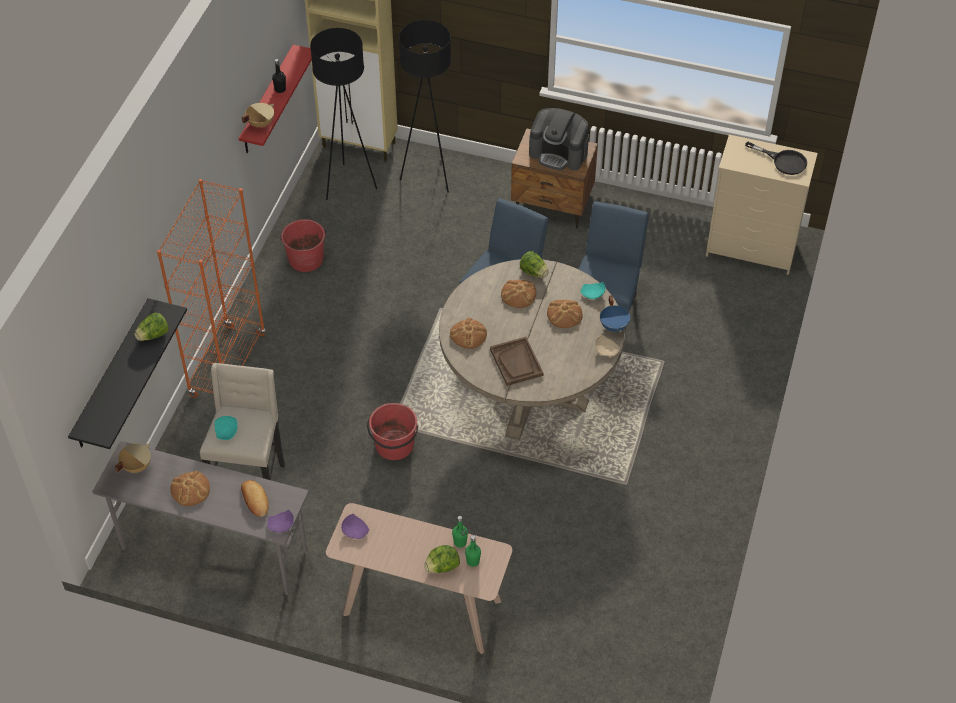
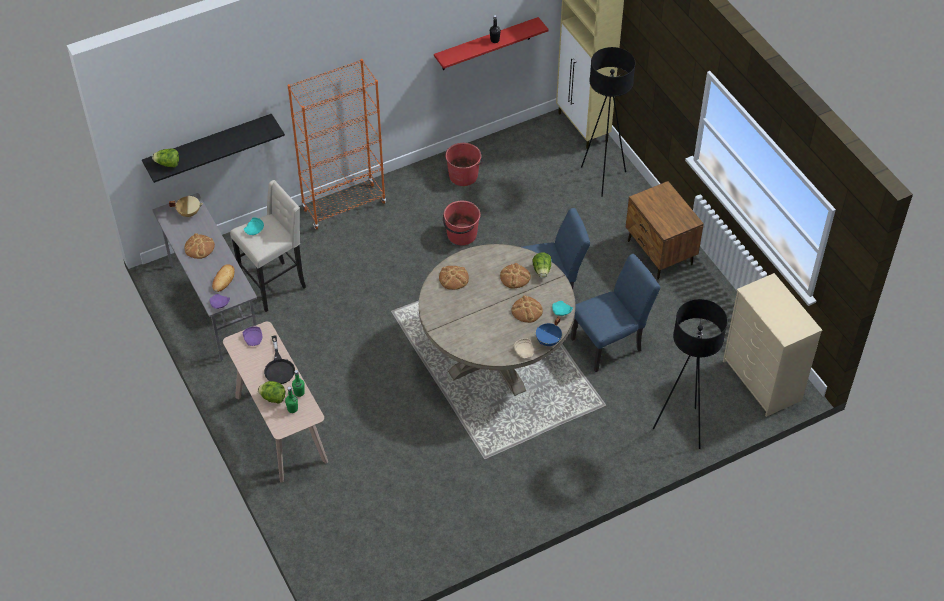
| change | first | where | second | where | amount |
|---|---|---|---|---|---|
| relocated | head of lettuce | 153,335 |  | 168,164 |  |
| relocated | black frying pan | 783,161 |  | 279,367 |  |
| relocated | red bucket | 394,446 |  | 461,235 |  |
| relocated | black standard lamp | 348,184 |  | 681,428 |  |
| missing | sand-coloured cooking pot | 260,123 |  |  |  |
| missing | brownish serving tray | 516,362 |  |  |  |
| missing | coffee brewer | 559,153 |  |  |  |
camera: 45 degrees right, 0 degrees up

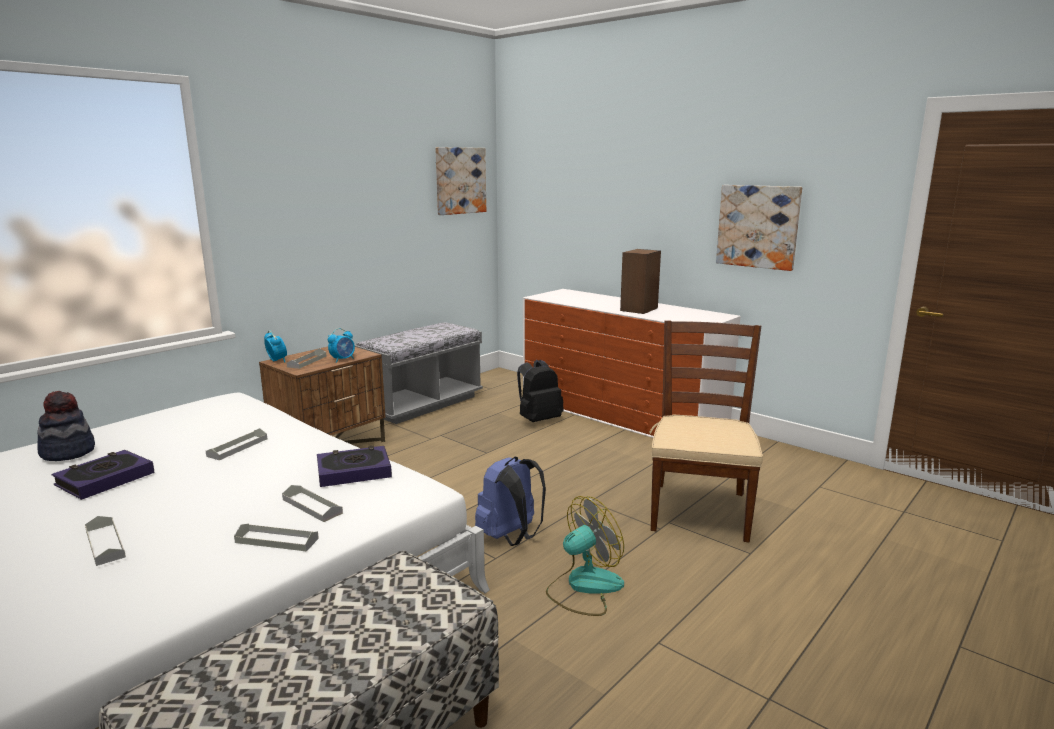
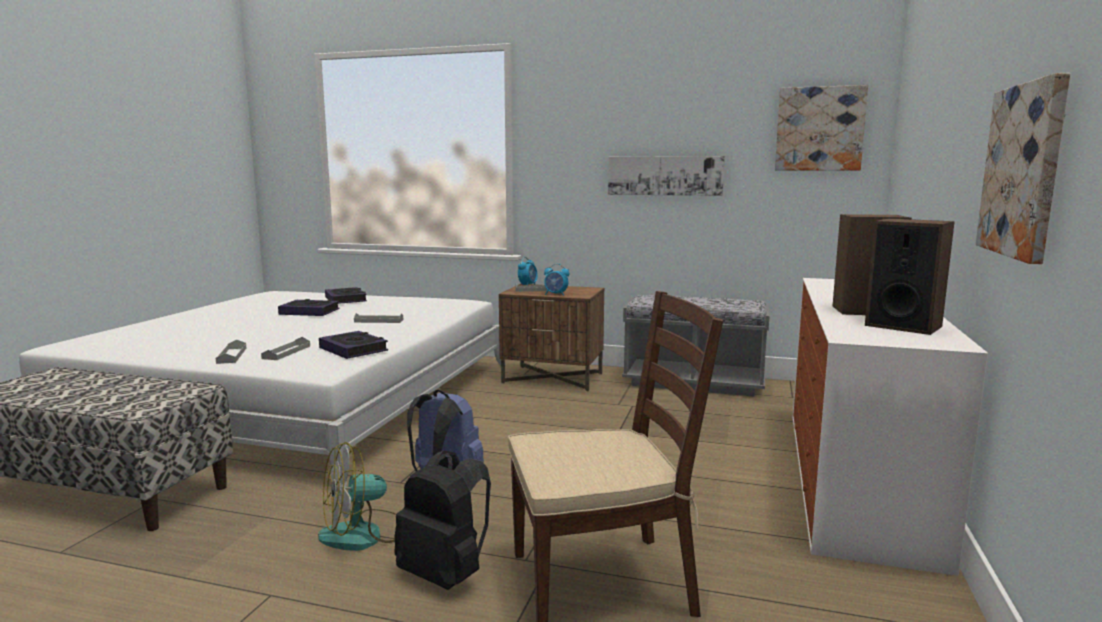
| change | first | where | second | where | amount |
|---|---|---|---|---|---|
| spun | cooling fan | 584,587 |  | 365,534 | 120 degrees clockwise |
| exchanged | hat | 68,452 | volume | 346,299 |  |
| relocated | black backpack | 538,420 |  | 446,574 |  |
| appeared |  |  | wall picture | 665,175 |  |
| appeared |  |  | loudspeaker | 903,326 |  |
| missing | gray serving tray | 105,544 |  |  |  |
camera: 65 degrees right, 5 degrees down

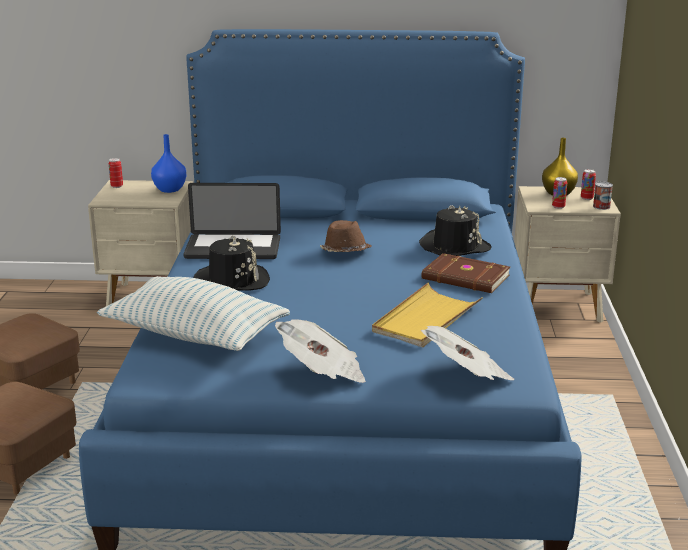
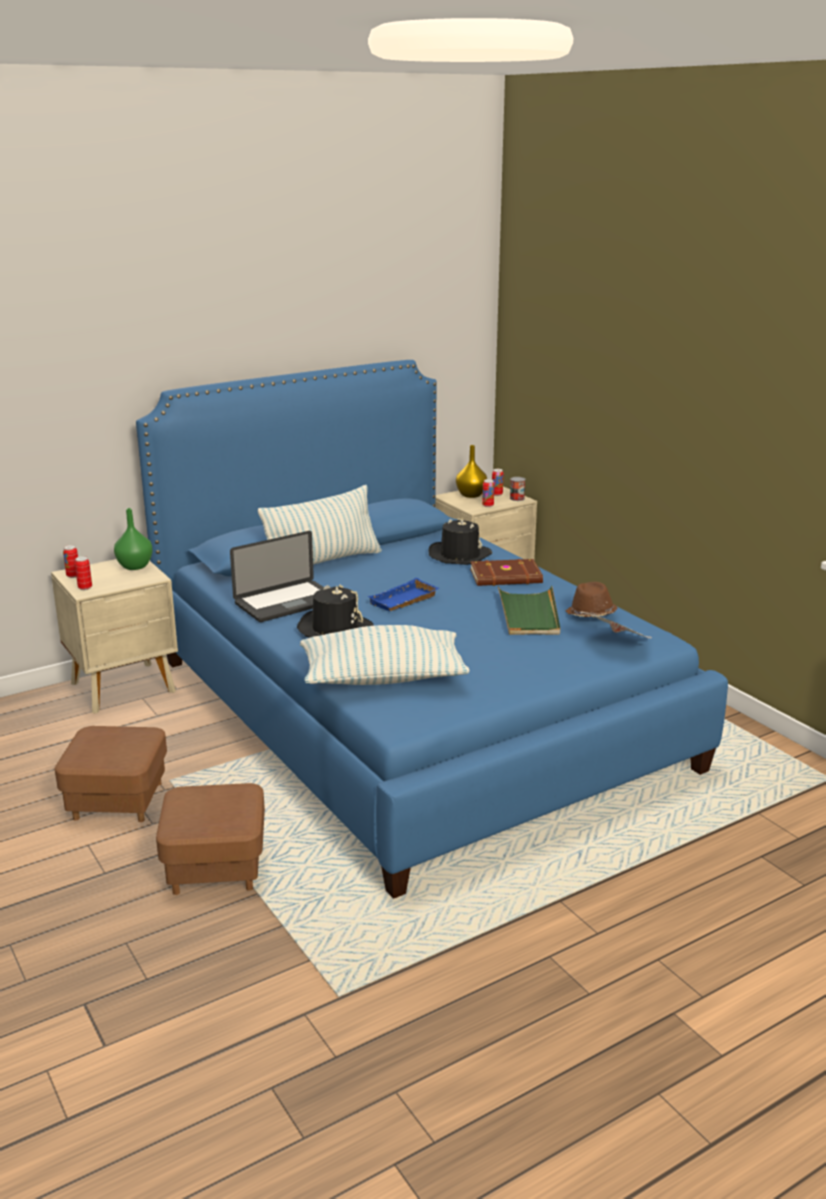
| change | first | where | second | where | amount |
|---|---|---|---|---|---|
| appeared |  |  | sealed can | 85,588 |  |
| colour | blue-coloured flower vase | 169,189 | greenish flower vase | 134,566 |  |
| appeared |  |  | pillow | 323,563 |  |
| appeared |  |  | blue-coloured serving tray | 404,601 |  |
| colour | yellow-coloured serving tray | 426,319 | greenish serving tray | 529,614 |  |
| relocated | brownish hat | 345,252 |  | 590,615 |  |
| missing | daily paper | 322,372 |  |  |  |
camera: 35 degrees left, 0 degrees up

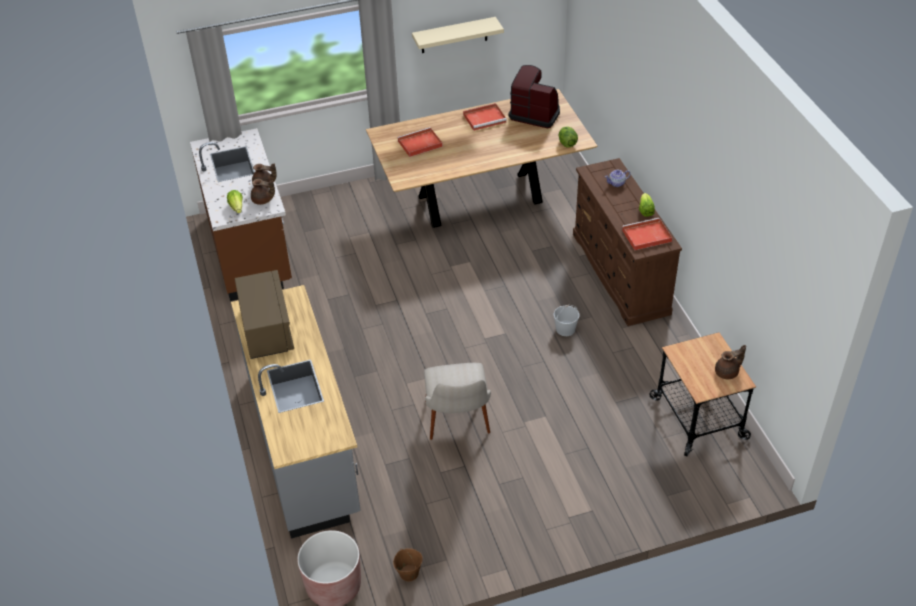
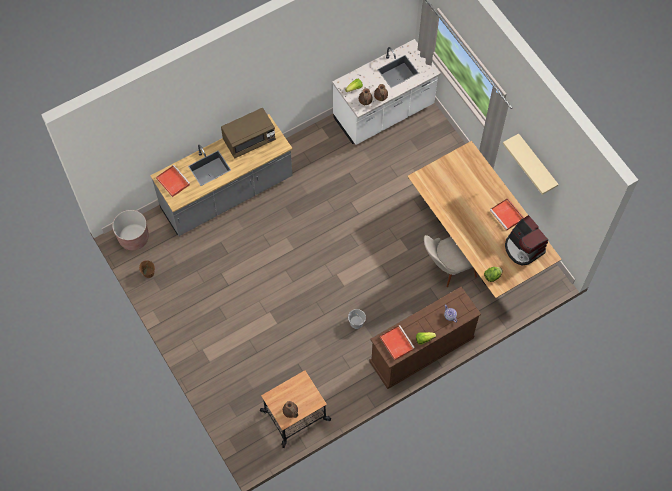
| change | first | where | second | where | amount |
|---|---|---|---|---|---|
| relocated | red serving tray | 419,144 |  | 172,181 |  |
| colour | brownish kitchen counter | 250,249 | whitish kitchen counter | 384,113 |  |
| relocated | sand-coloured plain chair | 458,426 |  | 446,268 |  |
| spun | coffee brewer | 535,113 |  | 523,248 | 135 degrees clockwise |
camera: 75 degrees right, 20 degrees up

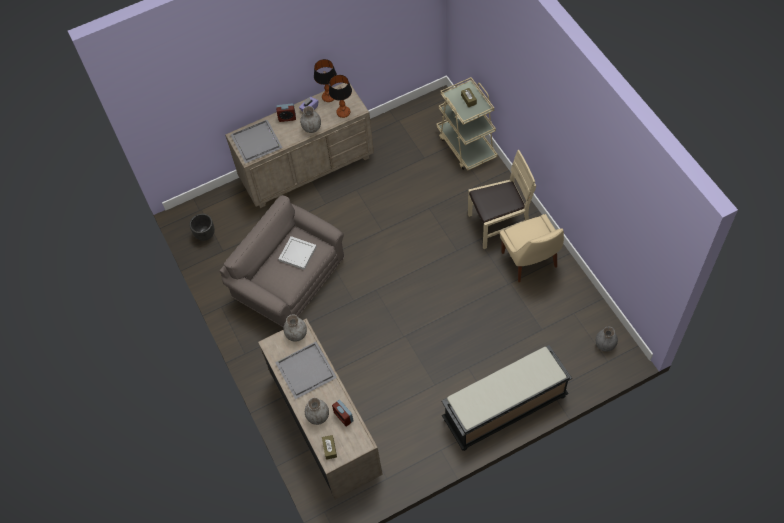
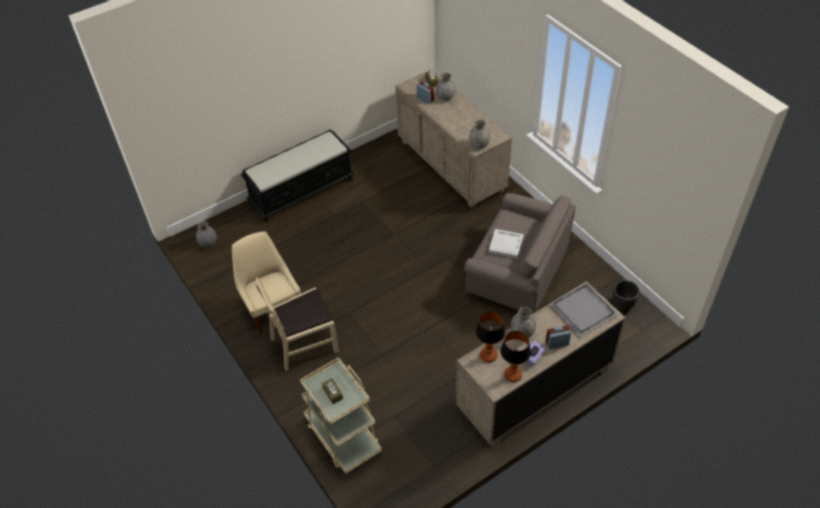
| change | first | where | second | where | amount |
|---|---|---|---|---|---|
| missing | gray serving tray | 305,372 |  |  |  |
camera: 170 degrees right, 10 degrees down

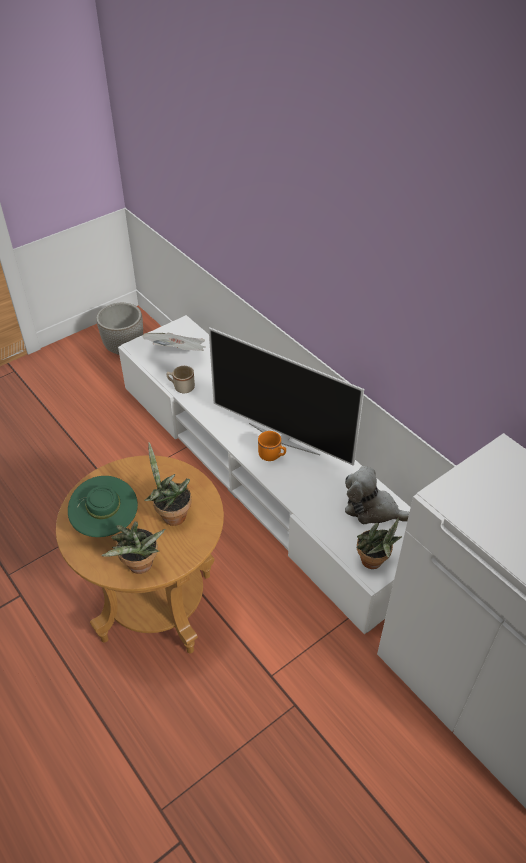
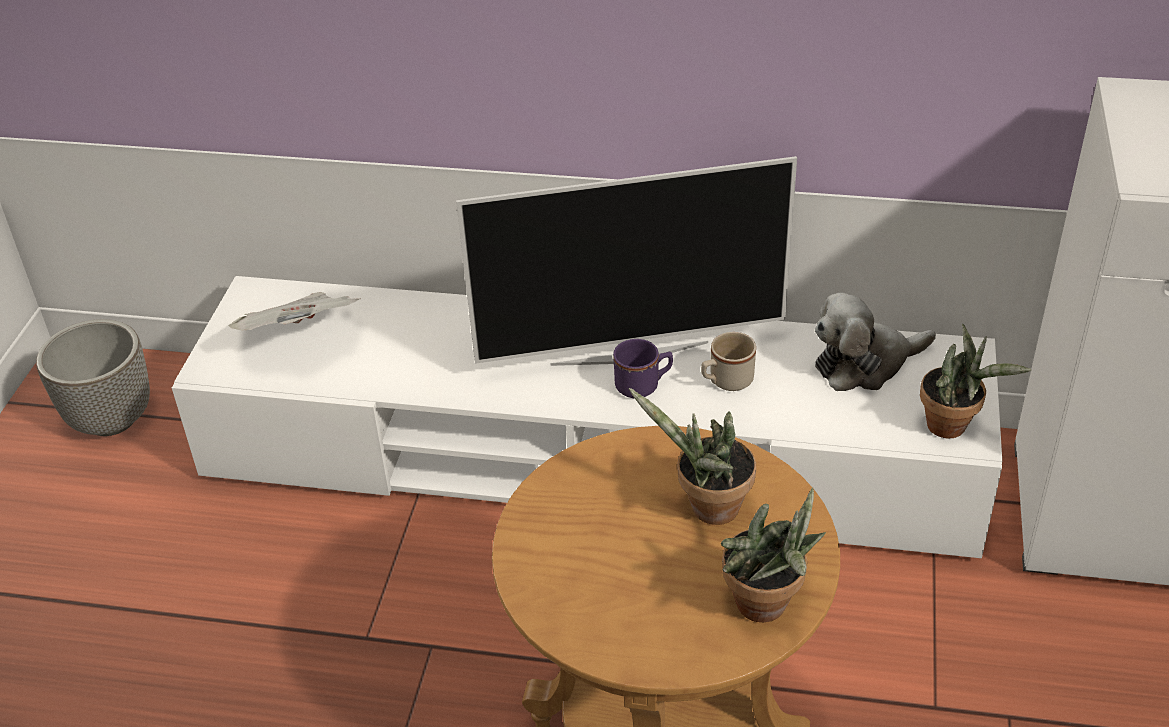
| change | first | where | second | where | amount |
|---|---|---|---|---|---|
| colour | orange-coloured mug | 272,456 | purplish mug | 643,385 |  |
| relocated | sand-coloured mug | 181,387 |  | 726,382 |  |
| missing | greenish hat | 106,523 |  |  |  |
camera: 40 degrees left, 5 degrees down

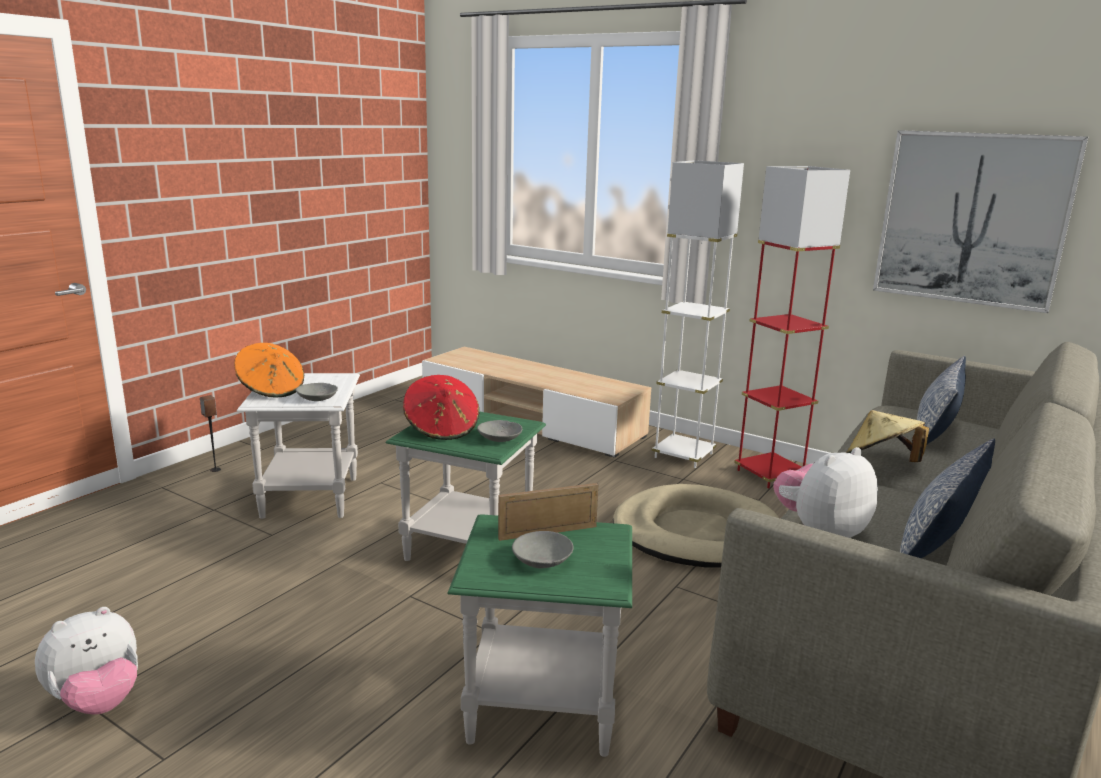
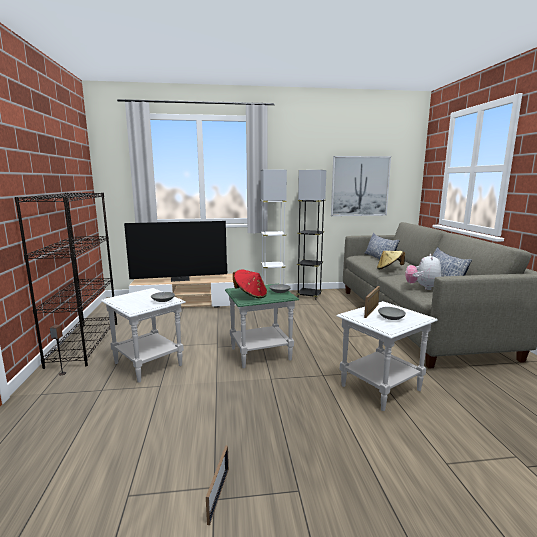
| change | first | where | second | where | amount |
|---|---|---|---|---|---|
| appeared |  |  | black bookshelf | 84,343 |  |
| appeared |  |  | TV | 180,279 |  |
| exchanged | soft toy | 97,701 | photo frame | 218,495 |  |
| colour | red standard lamp | 769,475 | gray standard lamp | 309,295 |  |
| colour | greenish end table | 544,707 | whitish end table | 381,387 |  |
| missing | orange-coloured hat | 271,390 |  |  |  |
| missing | sand-coloured dog cushion | 695,533 |  |  |  |
camera: 40 degrees left, 5 degrees down

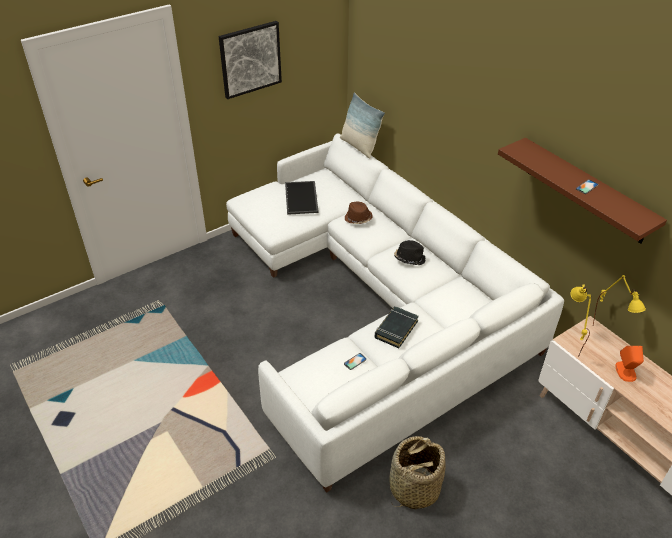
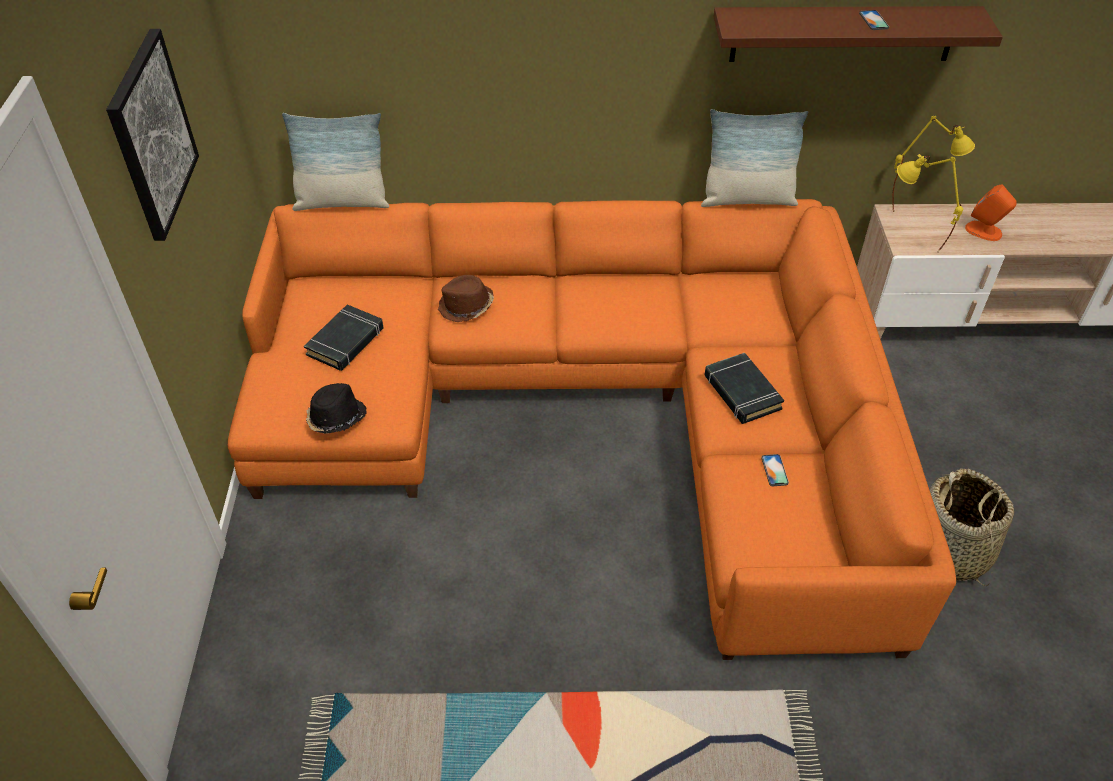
| change | first | where | second | where | amount |
|---|---|---|---|---|---|
| colour | whitish sofa | 375,306 | orange-coloured sofa | 592,408 |  |
| exchanged | serving tray | 302,198 | black volume | 346,342 |  |
| relocated | black hat | 409,258 |  | 336,418 |  |
| appeared |  |  | pillow | 747,199 |  |
camera: 55 degrees left, 5 degrees up

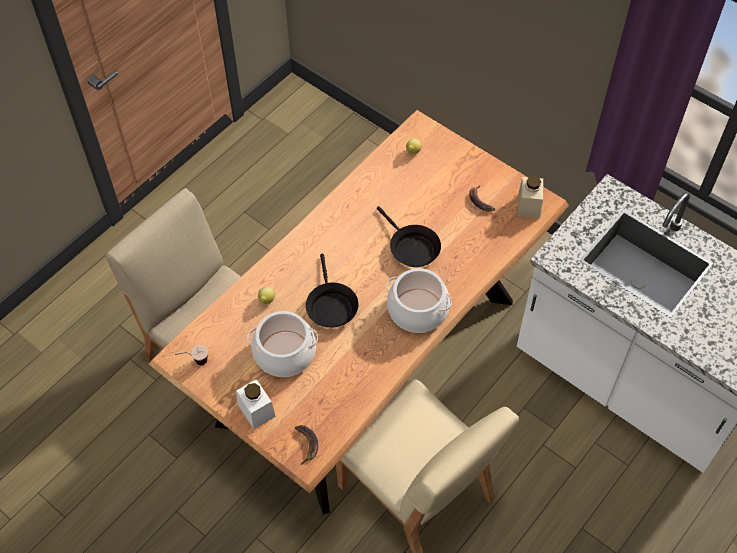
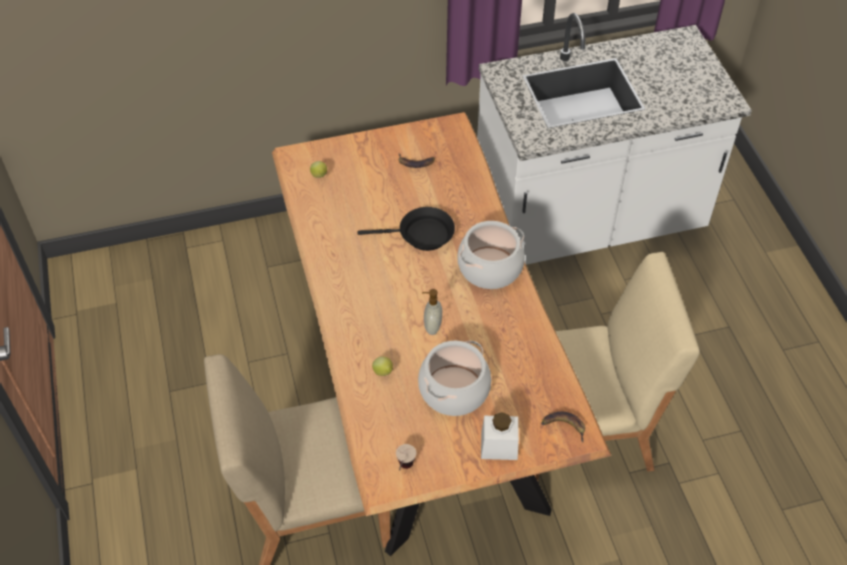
| change | first | where | second | where | amount |
|---|---|---|---|---|---|
| exchanged | black frying pan | 330,306 | soap dispenser | 431,327 |  |
| missing | sand-coloured storage jar | 528,206 |  |  |  |
camera: 55 degrees left, 5 degrees down

